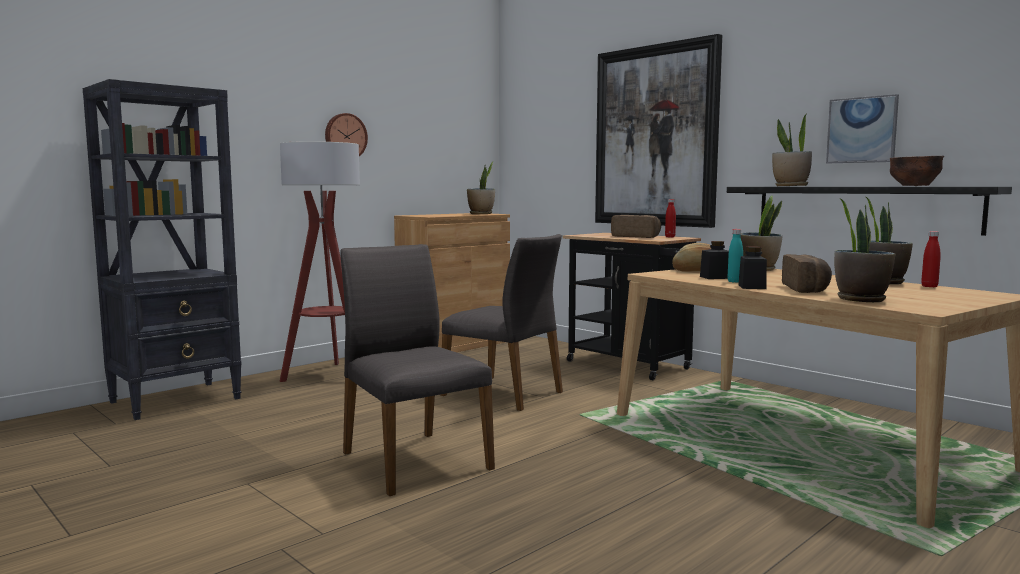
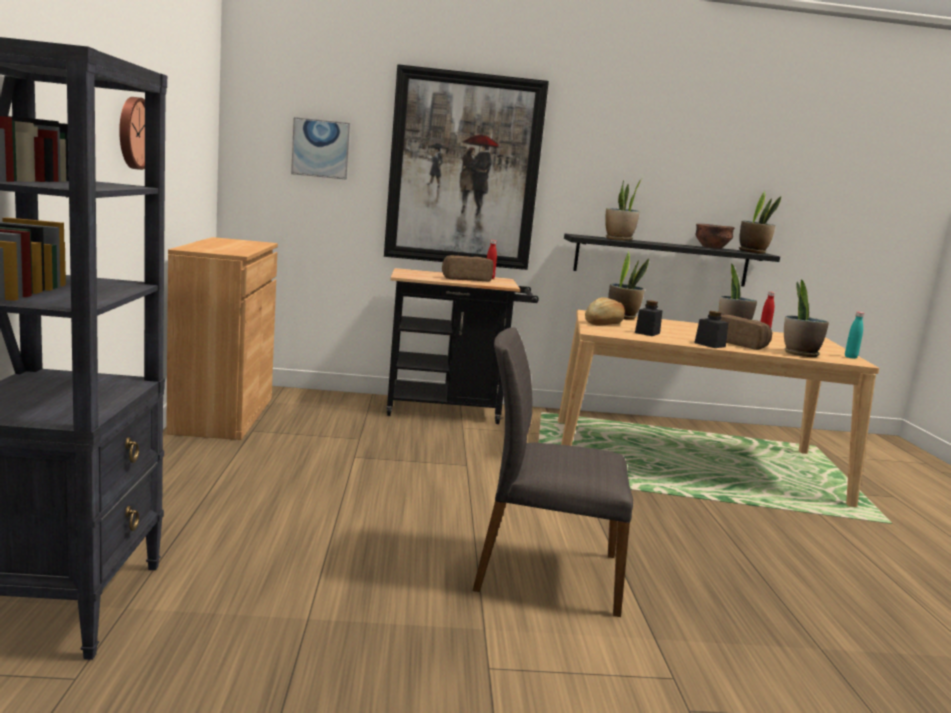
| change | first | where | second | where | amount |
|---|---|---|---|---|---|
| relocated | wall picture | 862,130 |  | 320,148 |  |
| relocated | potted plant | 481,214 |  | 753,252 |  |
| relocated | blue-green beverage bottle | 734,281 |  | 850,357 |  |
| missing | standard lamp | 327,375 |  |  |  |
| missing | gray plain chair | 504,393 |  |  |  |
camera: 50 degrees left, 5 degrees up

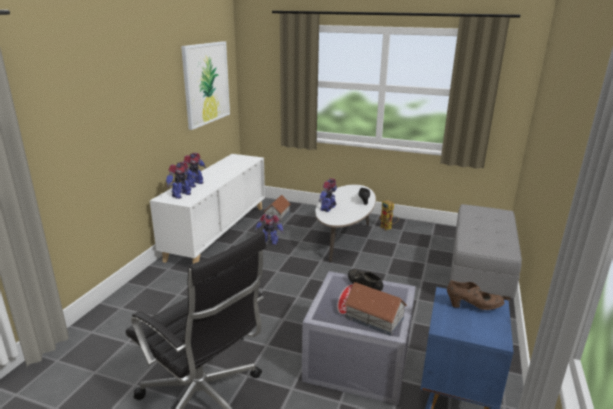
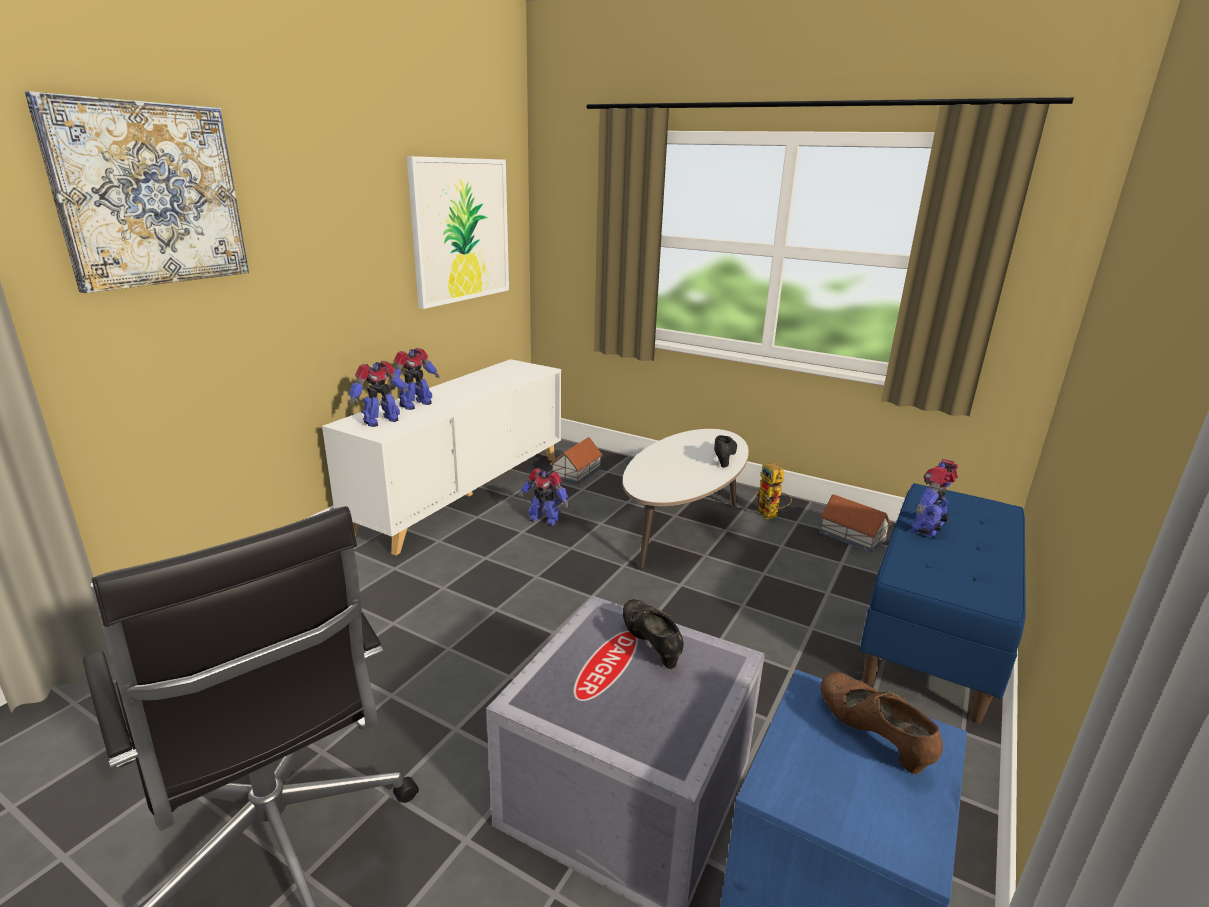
| change | first | where | second | where | amount |
|---|---|---|---|---|---|
| appeared |  |  | wall picture | 150,195 |  |
| relocated | model house | 375,318 |  | 852,536 |  |
| spun | brownish low shoe | 473,306 |  | 872,737 | 135 degrees counterclockwise |
| colour | gray bench | 479,276 | blue-coloured bench | 934,635 |  |
| relocated | model robot | 328,208 |  | 928,528 |  |
camera: 10 degrees right, 0 degrees up

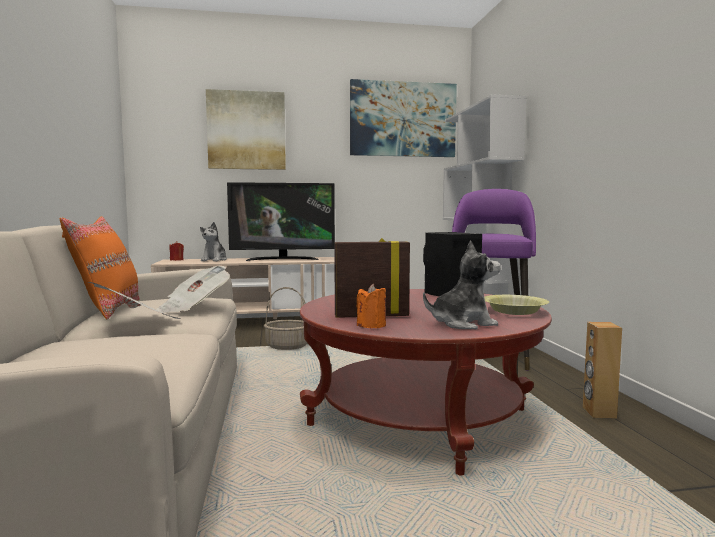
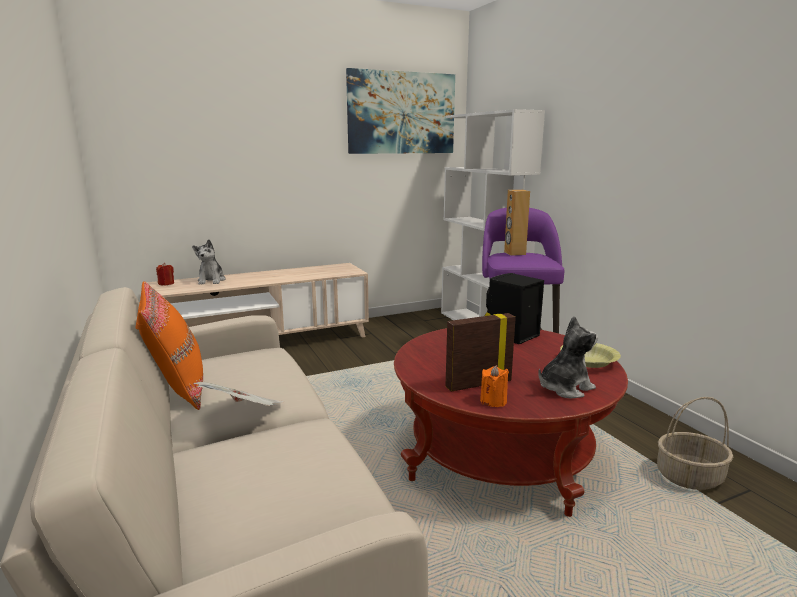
| change | first | where | second | where | amount |
|---|---|---|---|---|---|
| relocated | brownish loudspeaker | 598,412 |  | 514,253 |  |
| relocated | basket | 286,346 |  | 689,477 |  |
| missing | daily paper | 193,308 |  |  |  |
| missing | wall picture | 246,130 |  |  |  |
| missing | TV | 283,259 |  |  |  |
camera: 15 degrees left, 10 degrees up

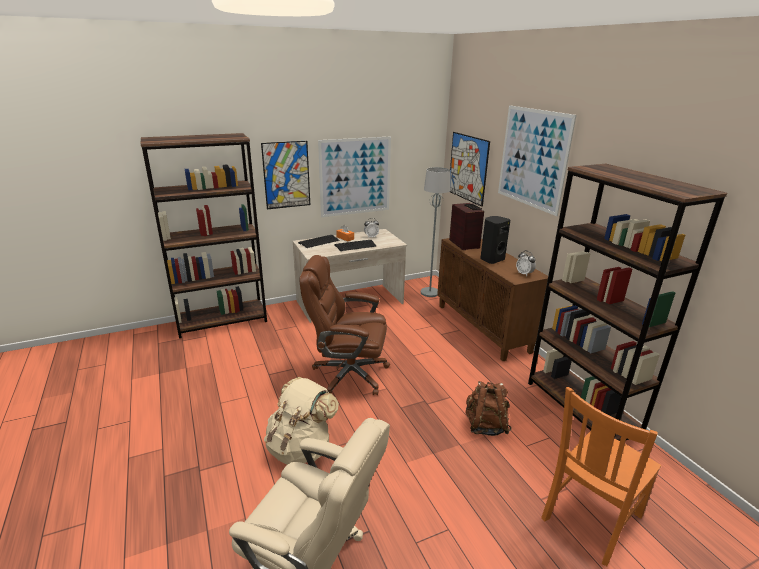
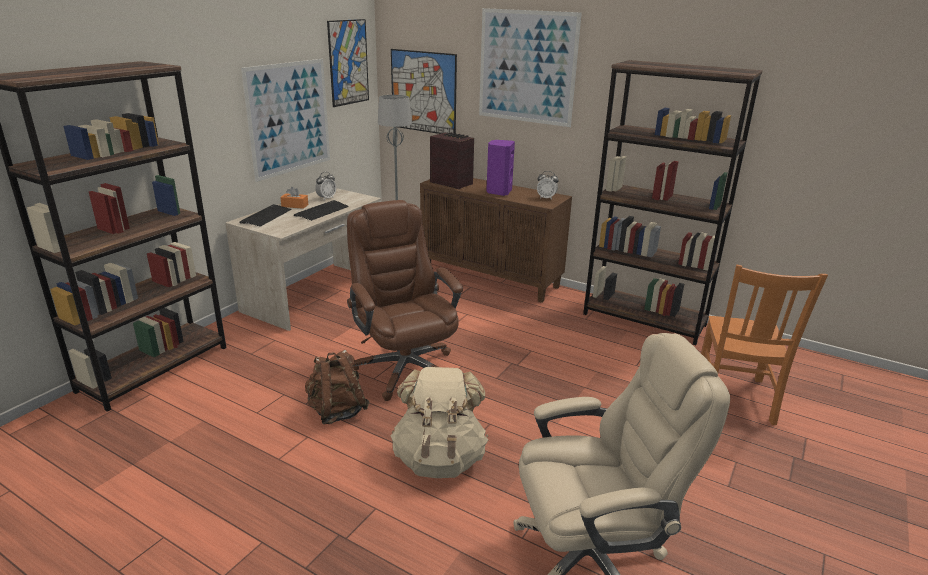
| change | first | where | second | where | amount |
|---|---|---|---|---|---|
| relocated | brownish backpack | 485,426 |  | 337,411 |  |
| relocated | wall picture | 286,175 |  | 348,62 |  |
| spun | brownish office chair | 348,374 |  | 404,368 | 90 degrees clockwise |
| colour | black loudspeaker | 491,259 | purplish loudspeaker | 498,192 |  |
camera: 35 degrees left, 0 degrees up

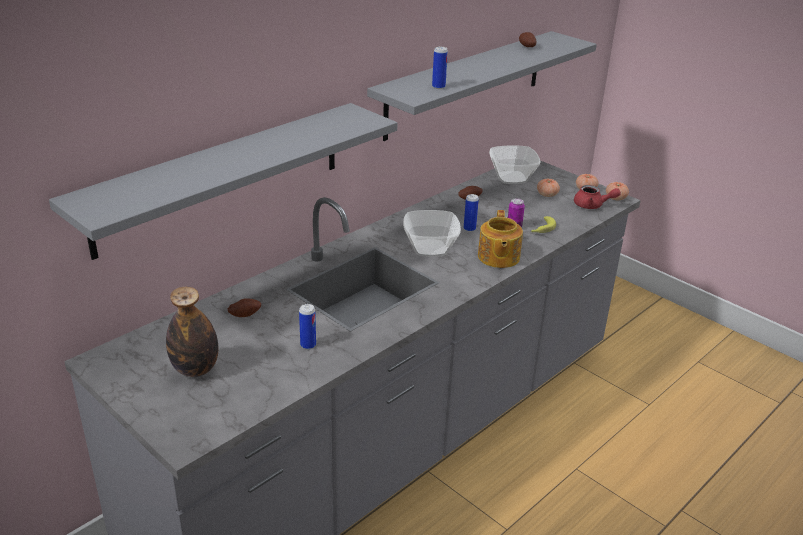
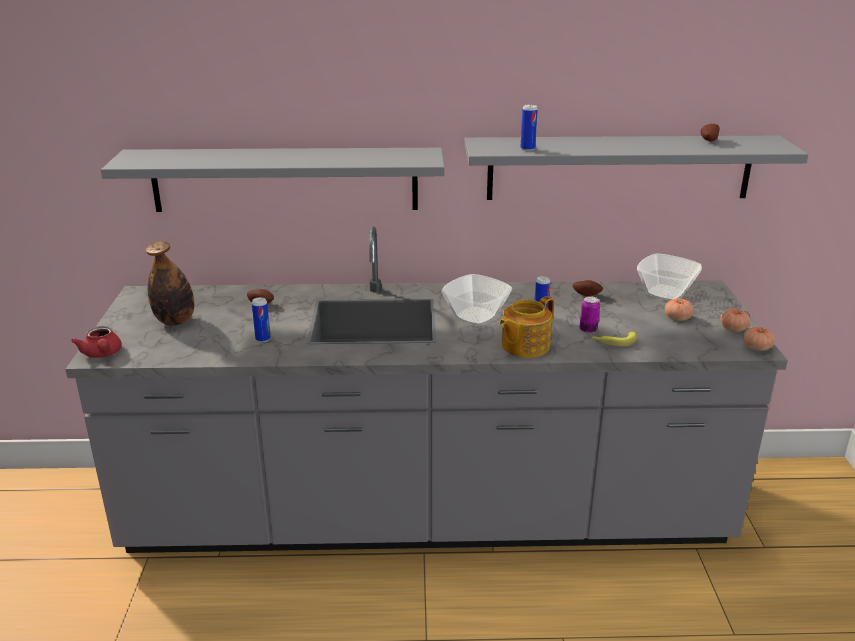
| change | first | where | second | where | amount |
|---|---|---|---|---|---|
| relocated | red pot for tea | 592,205 |  | 102,354 |  |
camera: 45 degrees right, 5 degrees down

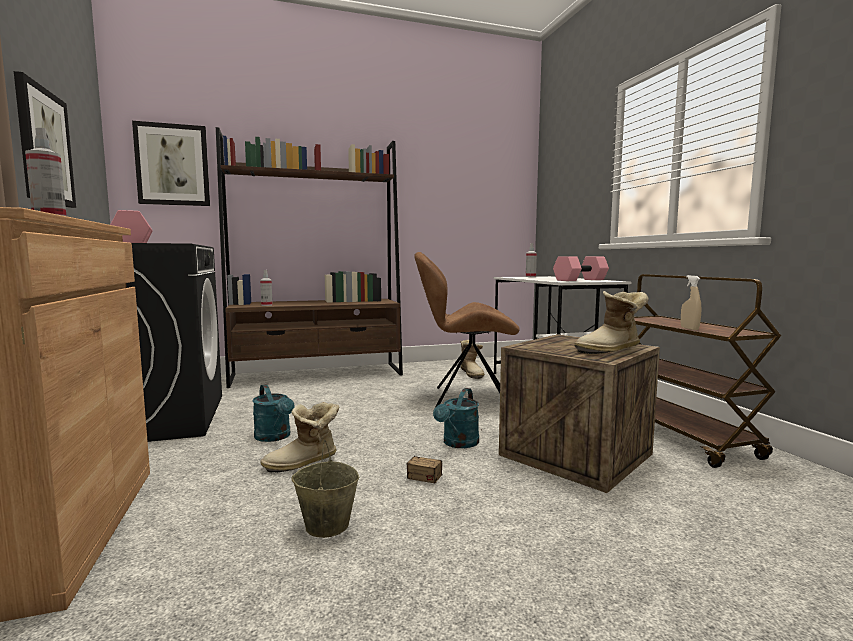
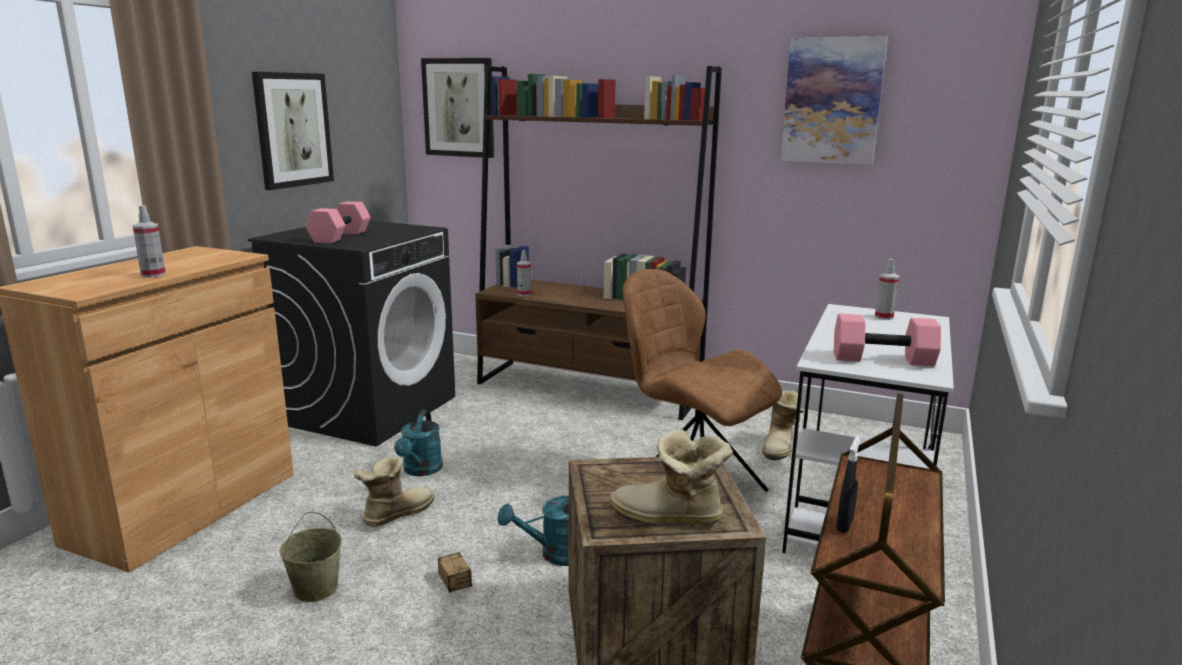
| change | first | where | second | where | amount |
|---|---|---|---|---|---|
| spun | boot | 304,463 |  | 395,514 | 120 degrees clockwise |
| appeared |  |  | wall picture | 832,101 |  |
| colour | sand-coloured sprayer | 689,328 | black sprayer | 844,525 |  |
camera: 40 degrees right, 10 degrees up

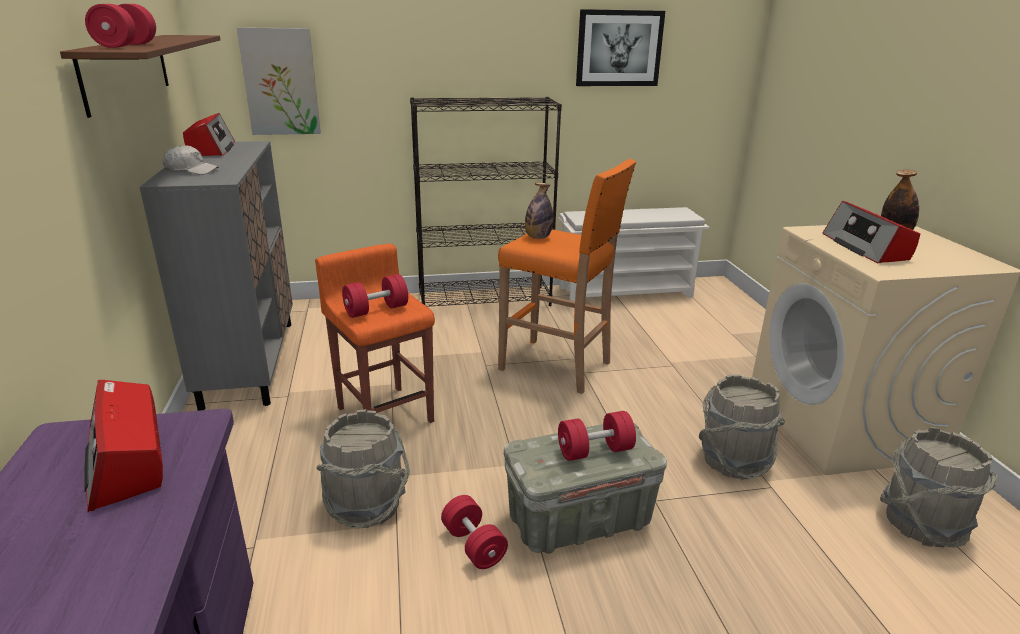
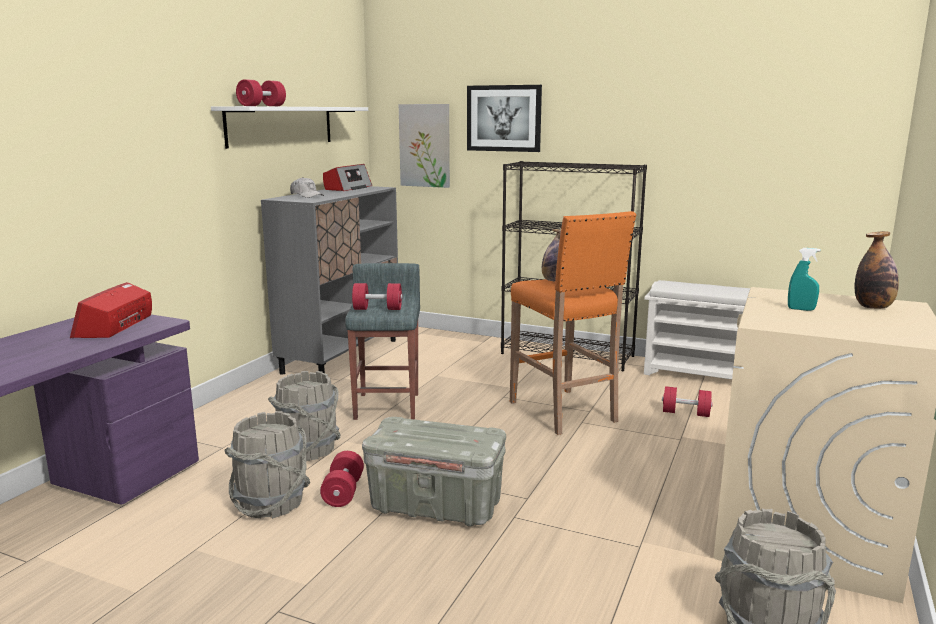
| change | first | where | second | where | amount |
|---|---|---|---|---|---|
| colour | brownish wall shelf | 127,70 | whitish wall shelf | 281,126 |  |
| relocated | gray bucket | 733,461 |  | 271,503 |  |
| colour | orange-coloured stool seat | 385,413 | gray stool seat | 387,405 |  |
| relocated | wall picture | 619,48 |  | 504,118 |  |
| relocated | red hand weight | 595,451 |  | 685,413 |  |
| exchanged | radio set | 866,247 | blue-green sprayer | 801,309 |  |
camera: 35 degrees right, 10 degrees down

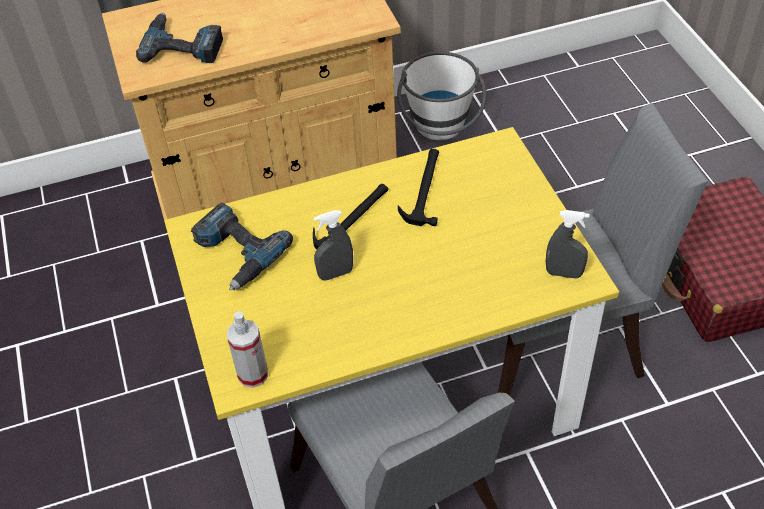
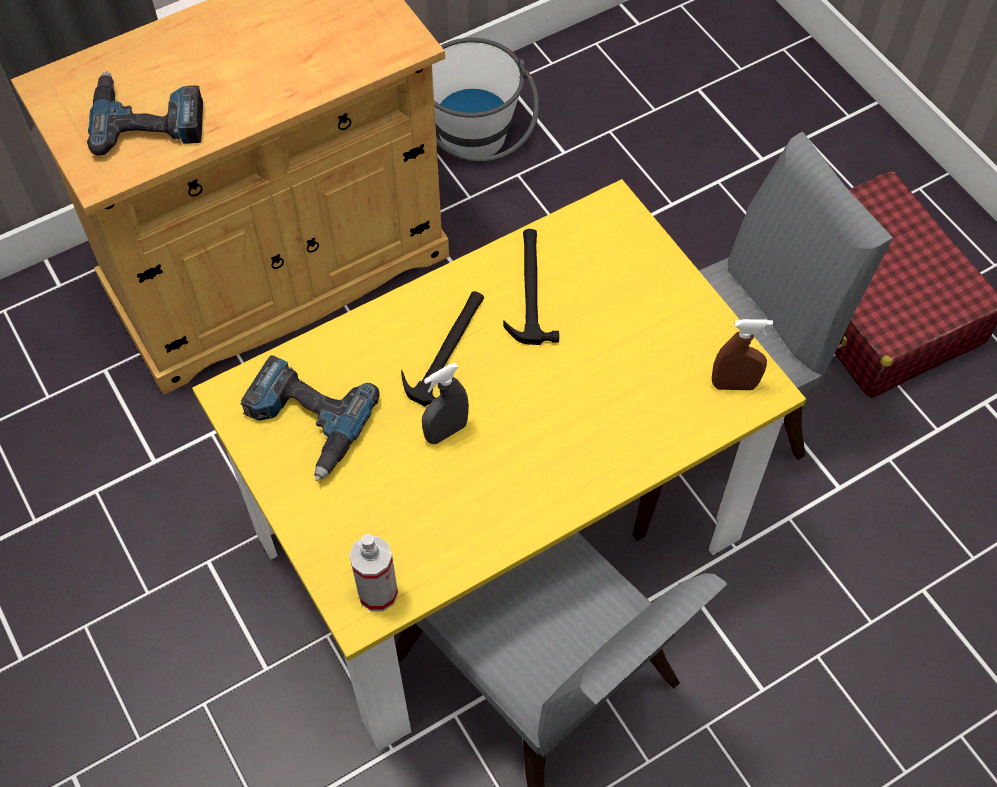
| change | first | where | second | where | amount |
|---|---|---|---|---|---|
| colour | gray sprayer | 564,273 | brownish sprayer | 734,385 |  |
camera: 15 degrees left, 10 degrees up

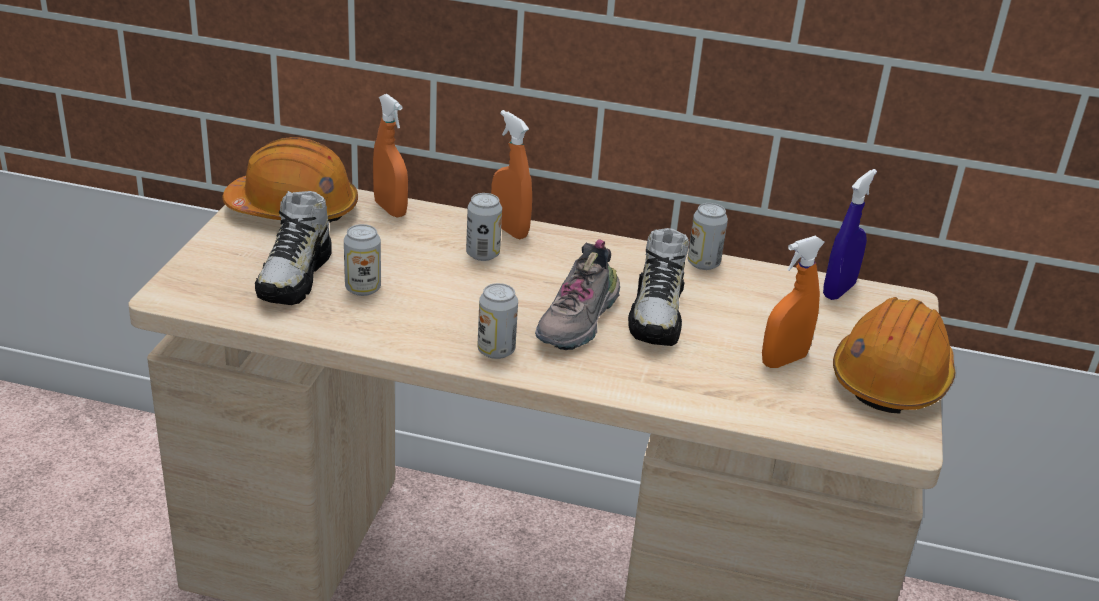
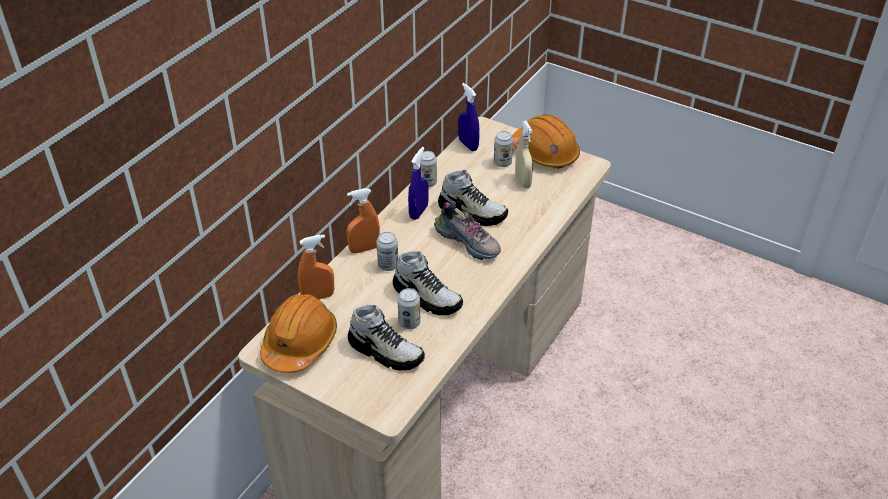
| change | first | where | second | where | amount |
|---|---|---|---|---|---|
| appeared |  |  | low shoe | 427,297 |  |
| appeared |  |  | blue-coloured sprayer | 418,212 |  |
| relocated | sealed can | 496,350 |  | 502,163 |  |
| colour | orange-coloured sprayer | 783,360 | sand-coloured sprayer | 523,181 |  |
camera: 70 degrees left, 10 degrees up

